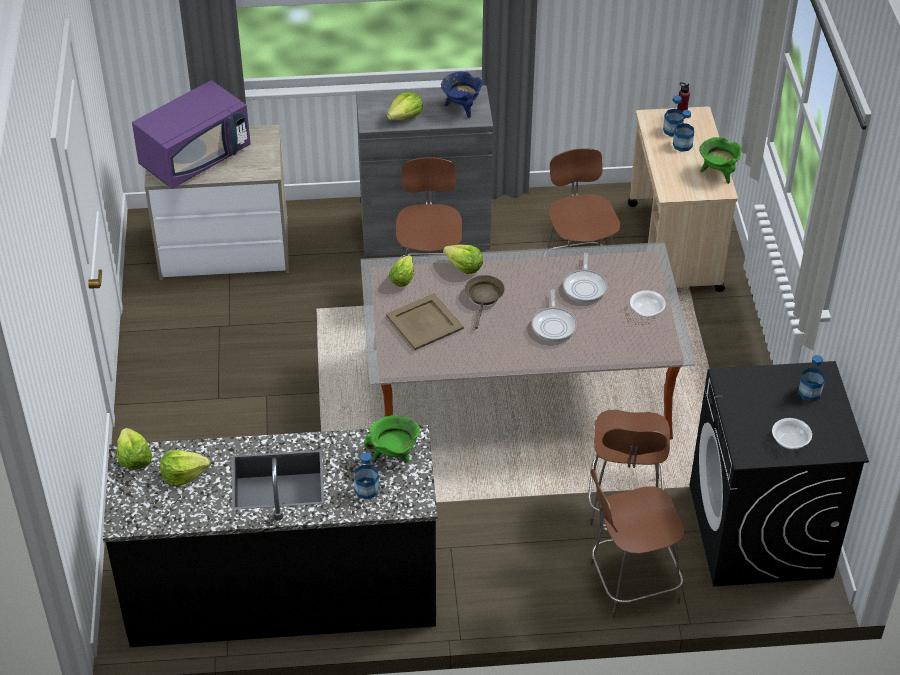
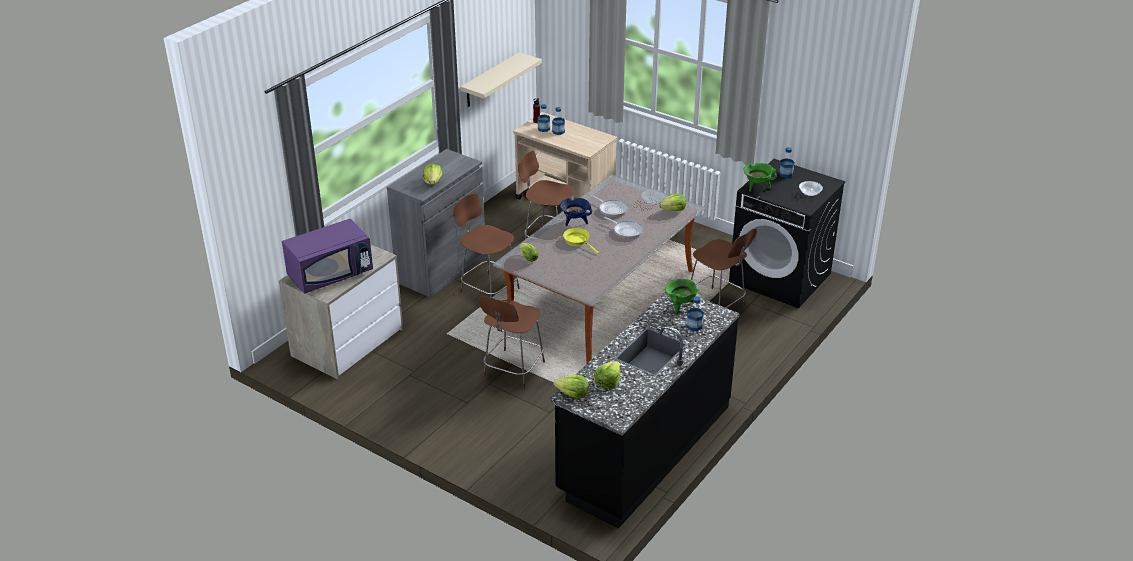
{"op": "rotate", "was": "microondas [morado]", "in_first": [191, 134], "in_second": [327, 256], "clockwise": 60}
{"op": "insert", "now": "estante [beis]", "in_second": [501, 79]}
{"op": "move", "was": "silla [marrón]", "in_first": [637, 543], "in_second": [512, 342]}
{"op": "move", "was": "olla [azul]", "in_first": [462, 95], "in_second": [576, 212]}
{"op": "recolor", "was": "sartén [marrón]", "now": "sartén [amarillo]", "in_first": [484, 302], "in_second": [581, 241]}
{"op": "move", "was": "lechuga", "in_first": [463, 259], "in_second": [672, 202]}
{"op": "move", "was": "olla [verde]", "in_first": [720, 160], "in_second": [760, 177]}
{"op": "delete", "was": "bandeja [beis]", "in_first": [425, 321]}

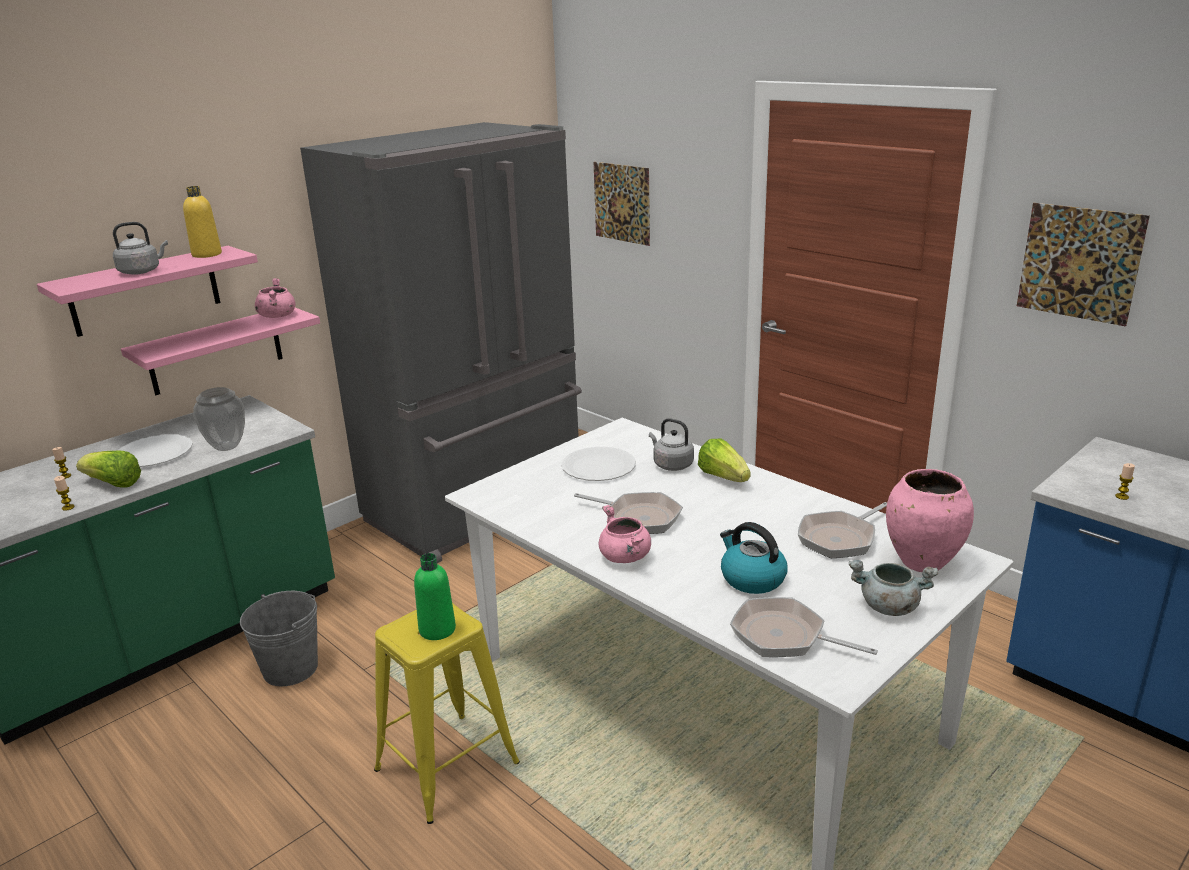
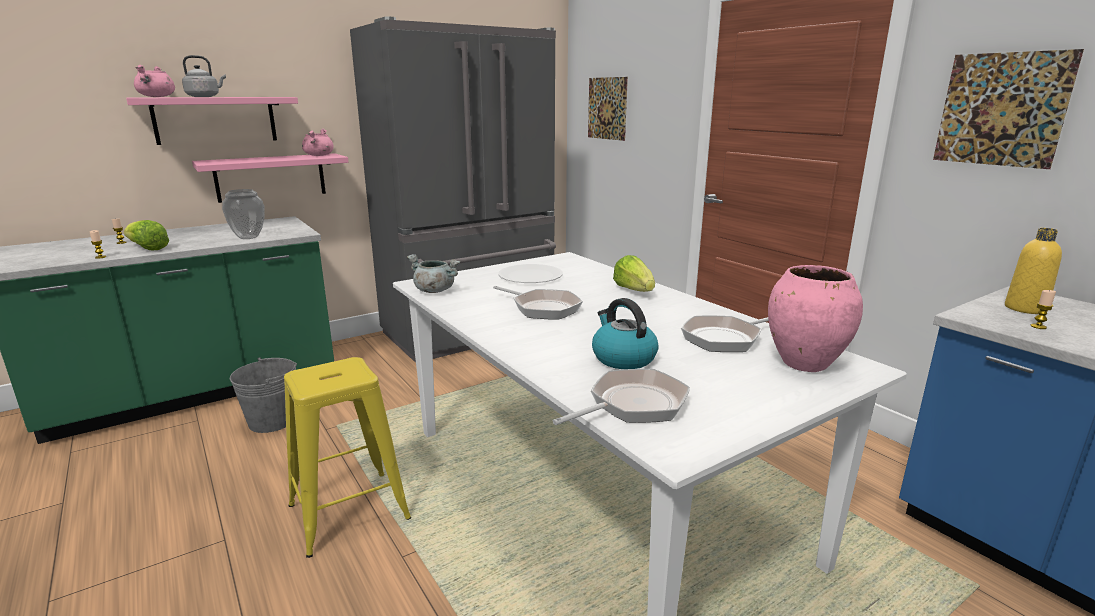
{"op": "move", "was": "olla [rosa]", "in_first": [625, 534], "in_second": [154, 81]}
{"op": "move", "was": "olla [gris]", "in_first": [893, 588], "in_second": [433, 273]}
{"op": "rotate", "was": "sartén", "in_first": [804, 627], "in_second": [621, 397], "clockwise": 105}
{"op": "move", "was": "botella [amarillo]", "in_first": [202, 222], "in_second": [1033, 271]}
{"op": "delete", "was": "plato [blanco]", "in_first": [155, 450]}
{"op": "delete", "was": "botella [verde]", "in_first": [435, 596]}
{"op": "delete", "was": "hervidor [gris]", "in_first": [671, 444]}

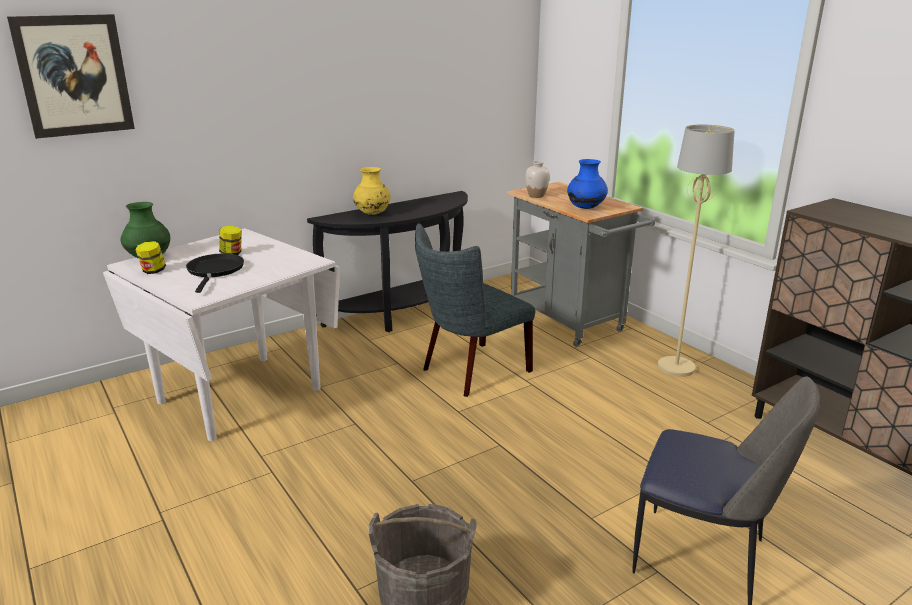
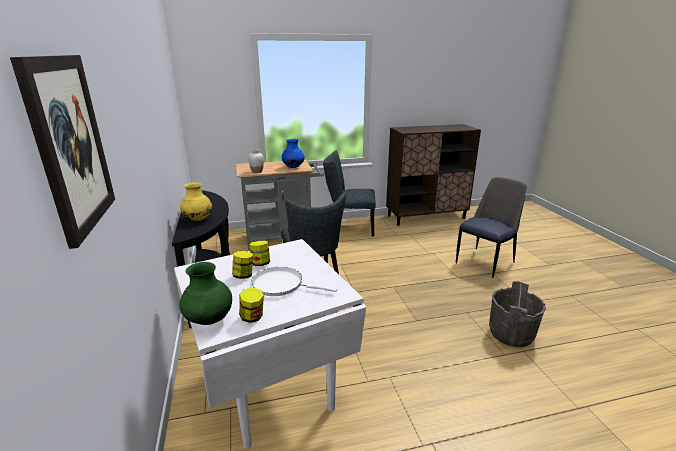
{"op": "insert", "now": "tarro", "in_second": [260, 253]}
{"op": "recolor", "was": "sartén [negro]", "now": "sartén [blanco]", "in_first": [215, 273], "in_second": [294, 281]}
{"op": "replace", "was": "lámpara de pie [beis]", "now": "silla [gris]", "in_first": [696, 251], "in_second": [349, 194]}

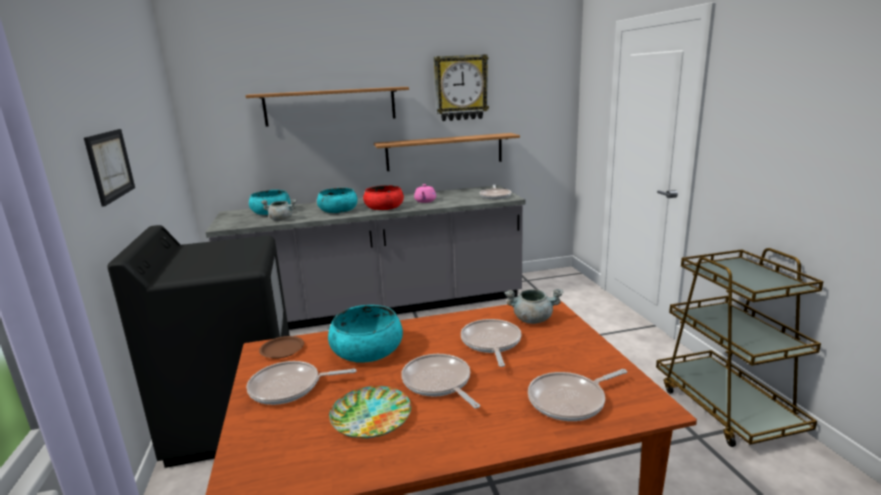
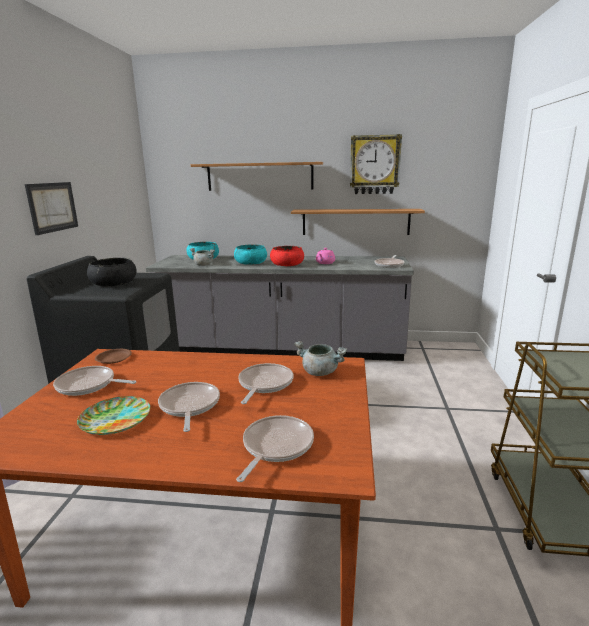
{"op": "insert", "now": "cuenco [negro]", "in_second": [112, 272]}
{"op": "rotate", "was": "sartén", "in_first": [577, 395], "in_second": [275, 448], "clockwise": 120}
{"op": "delete", "was": "cuenco [turquesa]", "in_first": [365, 334]}

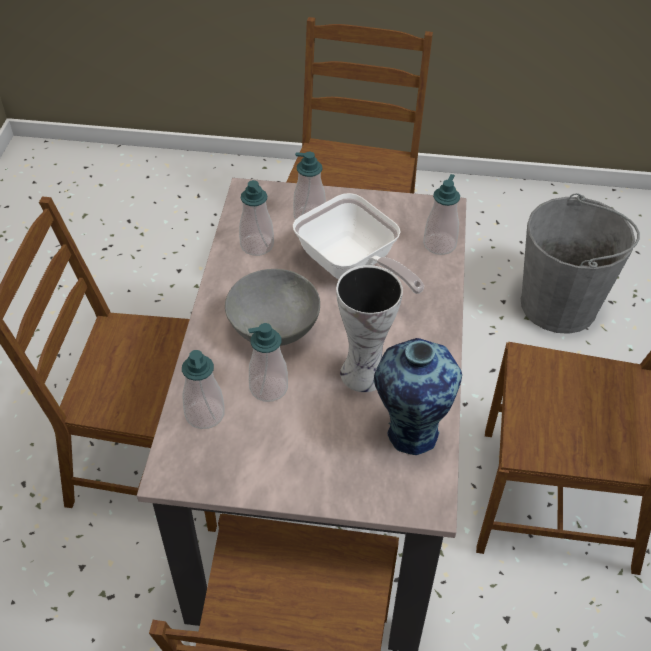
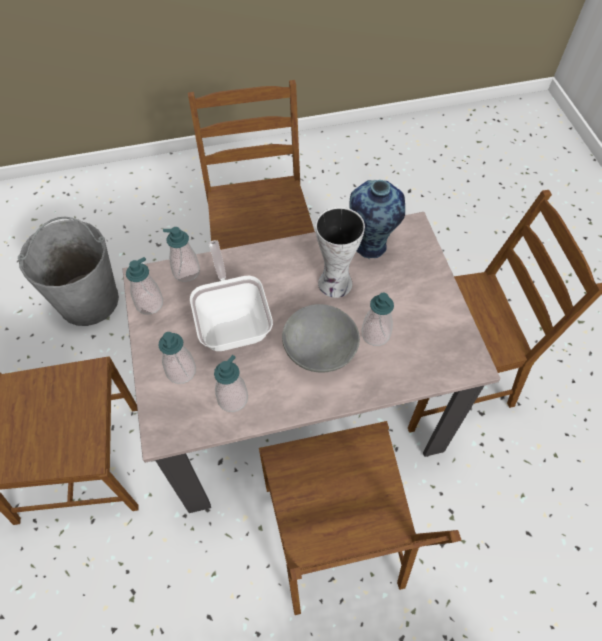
{"op": "move", "was": "dispensador de jabón", "in_first": [203, 389], "in_second": [144, 286]}
{"op": "rotate", "was": "sartén", "in_first": [358, 243], "in_second": [231, 295], "clockwise": -45}

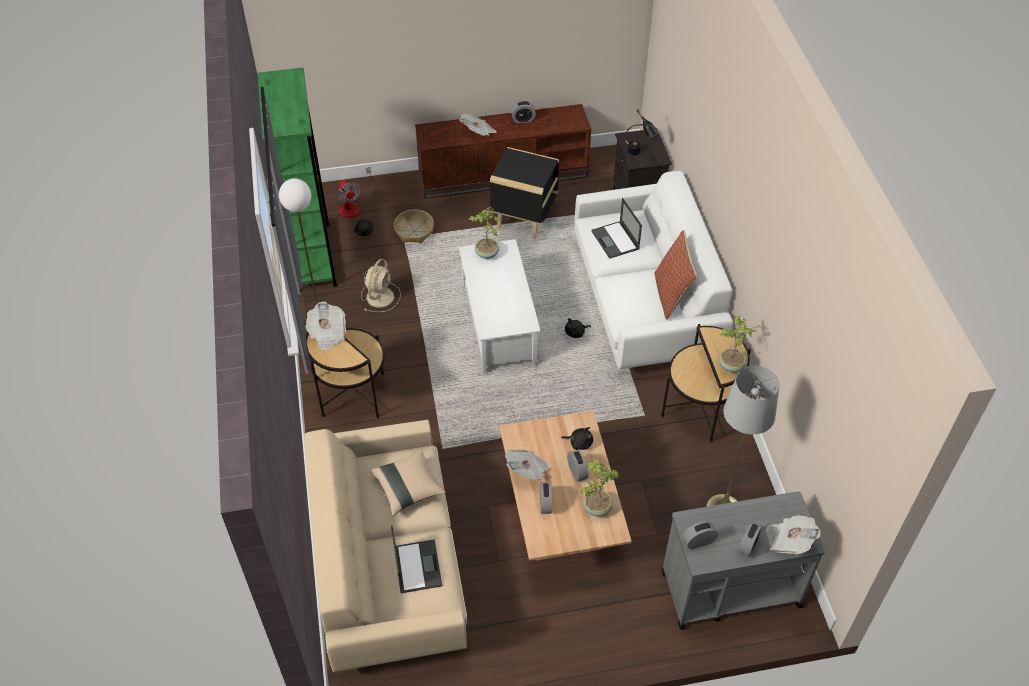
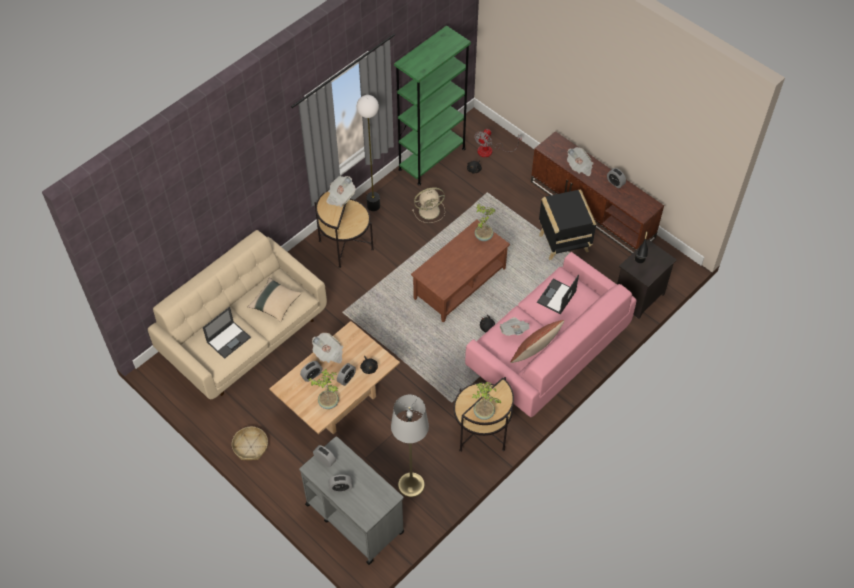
{"op": "move", "was": "cesta", "in_first": [414, 226], "in_second": [250, 443]}
{"op": "recolor", "was": "mesa de centro [blanco]", "now": "mesa de centro [marrón]", "in_first": [500, 306], "in_second": [460, 271]}
{"op": "recolor", "was": "sofá [blanco]", "now": "sofá [rosa]", "in_first": [653, 270], "in_second": [550, 334]}
{"op": "move", "was": "periódico", "in_first": [793, 534], "in_second": [515, 326]}

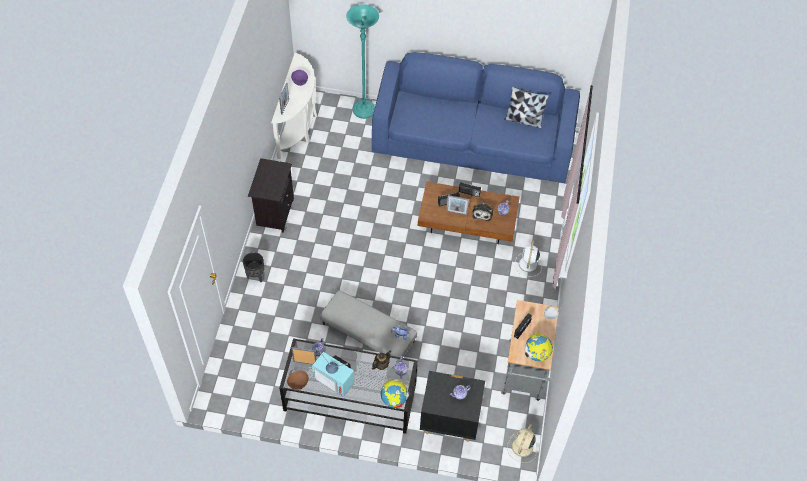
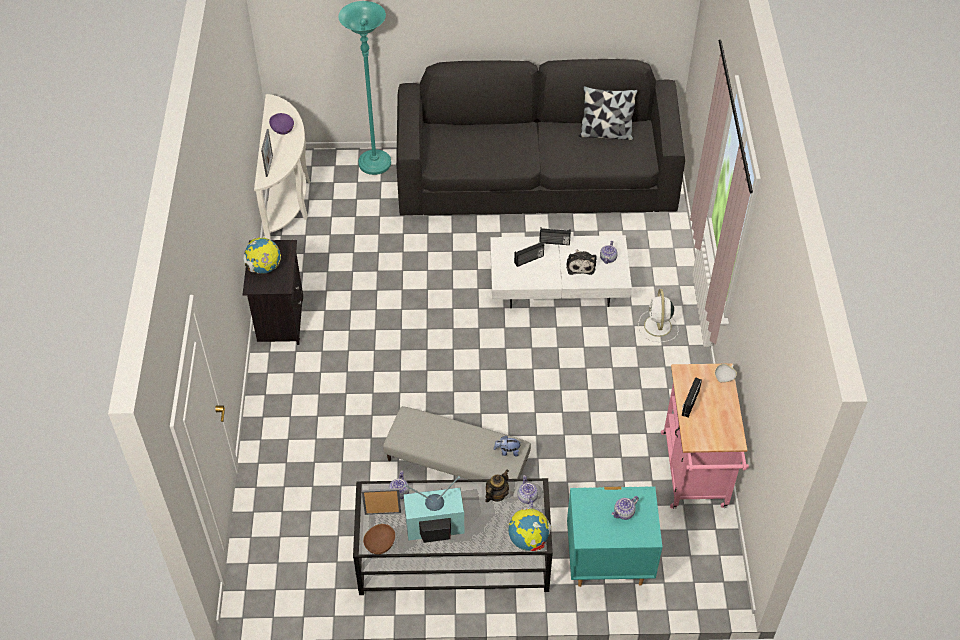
{"op": "move", "was": "globo terráqueo", "in_first": [539, 347], "in_second": [262, 255]}
{"op": "recolor", "was": "sofá [azul]", "now": "sofá [negro]", "in_first": [476, 117], "in_second": [540, 137]}
{"op": "rotate", "was": "televisor", "in_first": [333, 372], "in_second": [434, 509], "clockwise": 150}
{"op": "recolor", "was": "mesa de centro [marrón]", "now": "mesa de centro [blanco]", "in_first": [469, 212], "in_second": [561, 272]}
{"op": "recolor", "was": "mesita de noche [negro]", "now": "mesita de noche [turquesa]", "in_first": [452, 406], "in_second": [614, 536]}
{"op": "recolor", "was": "carrito [gris]", "now": "carrito [rosa]", "in_first": [530, 350], "in_second": [705, 436]}
{"op": "delete", "was": "maceta [negro]", "in_first": [253, 267]}
{"op": "delete", "was": "portarretratos", "in_first": [457, 205]}
{"op": "delete", "was": "ventilador [beis]", "in_first": [522, 443]}

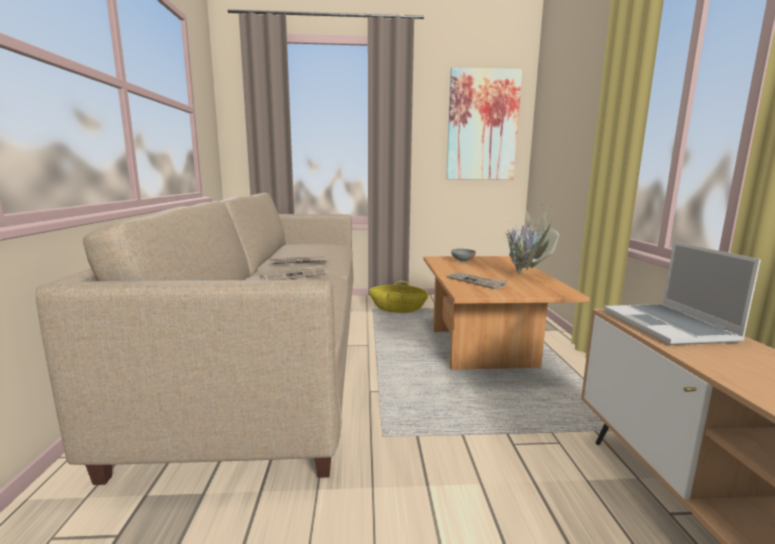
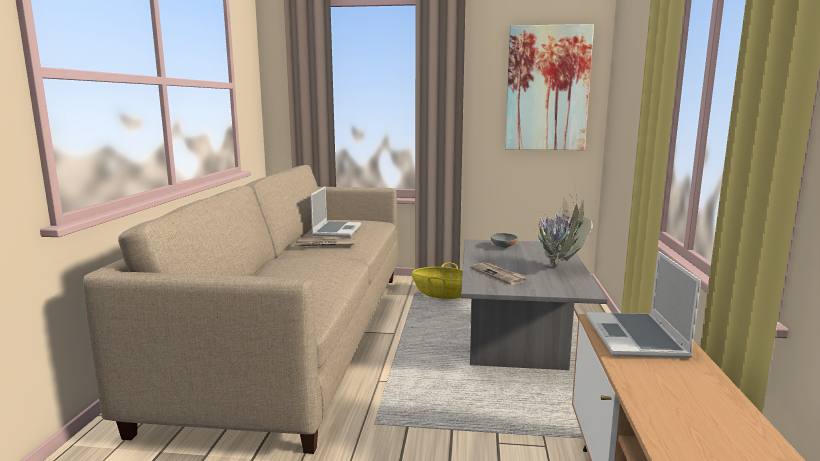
{"op": "insert", "now": "portátil", "in_second": [335, 211]}
{"op": "recolor", "was": "mesa de centro [marrón]", "now": "mesa de centro [gris]", "in_first": [506, 313], "in_second": [534, 304]}
{"op": "delete", "was": "periódico", "in_first": [294, 272]}

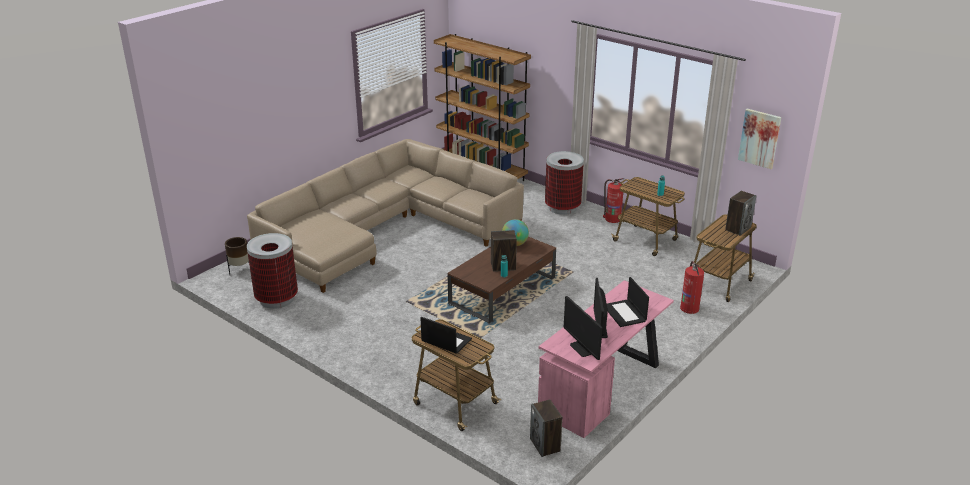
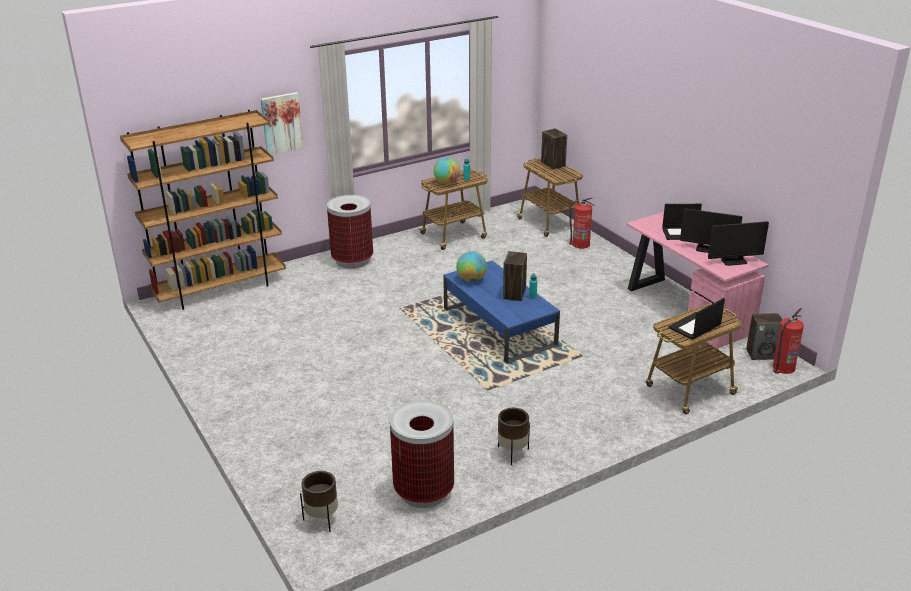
{"op": "move", "was": "cuadro", "in_first": [759, 139], "in_second": [282, 123]}
{"op": "insert", "now": "globo terráqueo", "in_second": [446, 170]}
{"op": "recolor", "was": "mesa de centro [marrón]", "now": "mesa de centro [azul]", "in_first": [501, 280], "in_second": [501, 312]}
{"op": "insert", "now": "maceta [marrón]", "in_second": [514, 436]}
{"op": "move", "was": "extintor", "in_first": [613, 200], "in_second": [788, 341]}
{"op": "delete", "was": "sofá [beis]", "in_first": [385, 216]}

